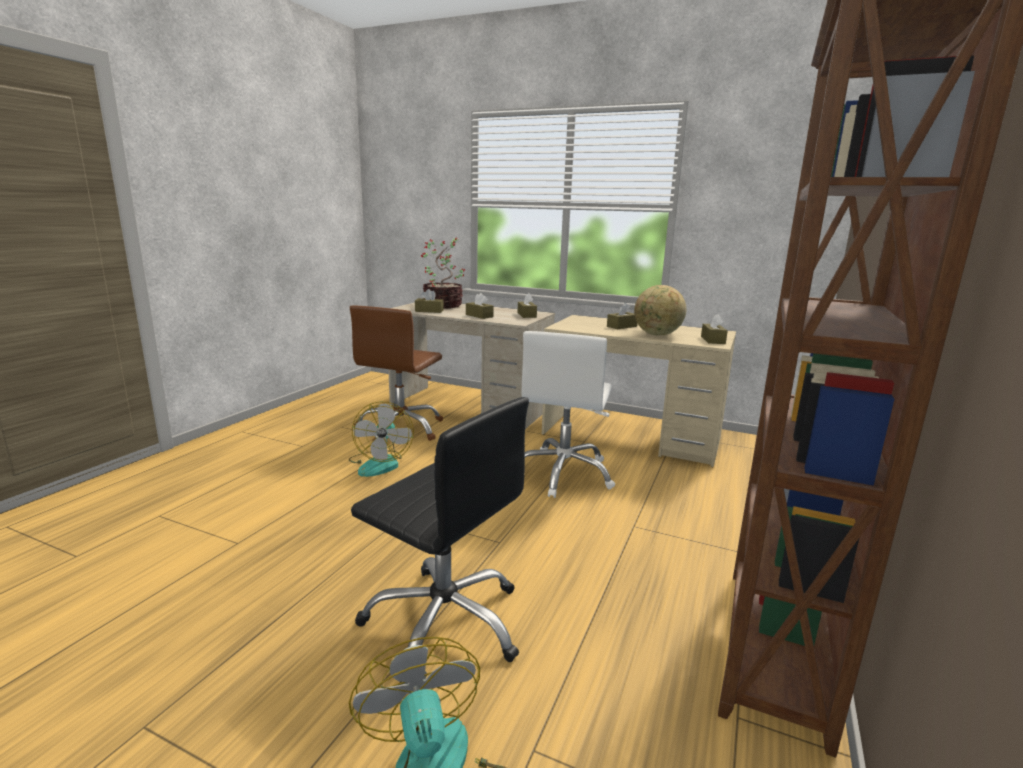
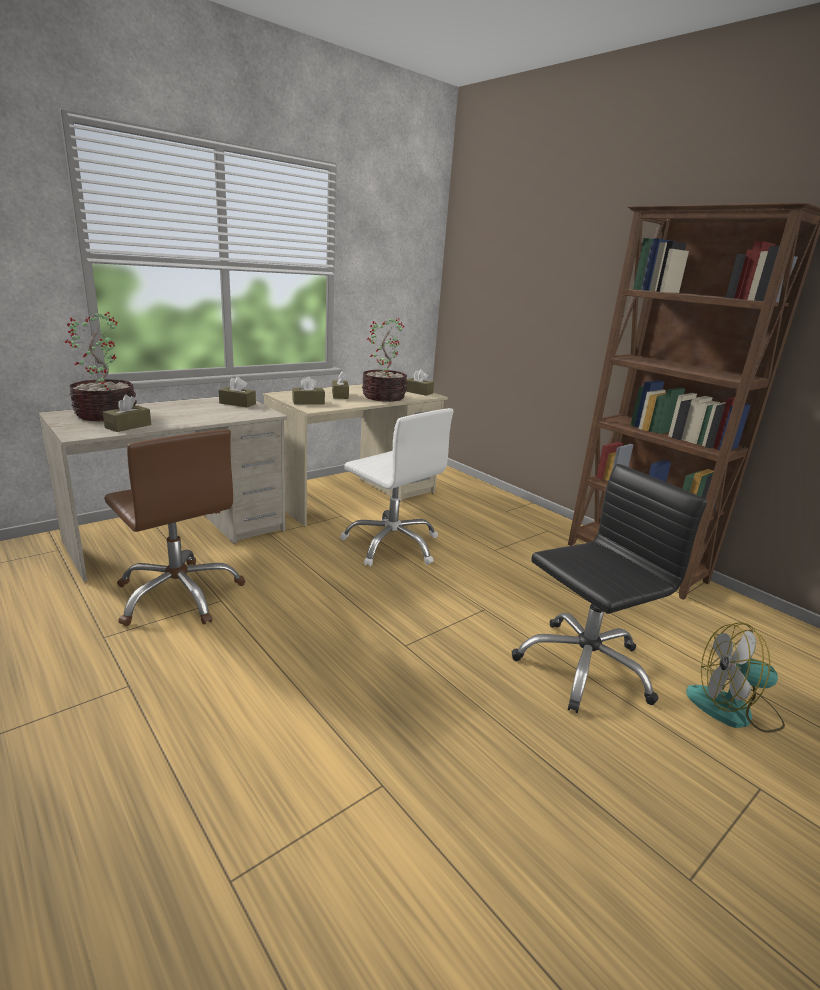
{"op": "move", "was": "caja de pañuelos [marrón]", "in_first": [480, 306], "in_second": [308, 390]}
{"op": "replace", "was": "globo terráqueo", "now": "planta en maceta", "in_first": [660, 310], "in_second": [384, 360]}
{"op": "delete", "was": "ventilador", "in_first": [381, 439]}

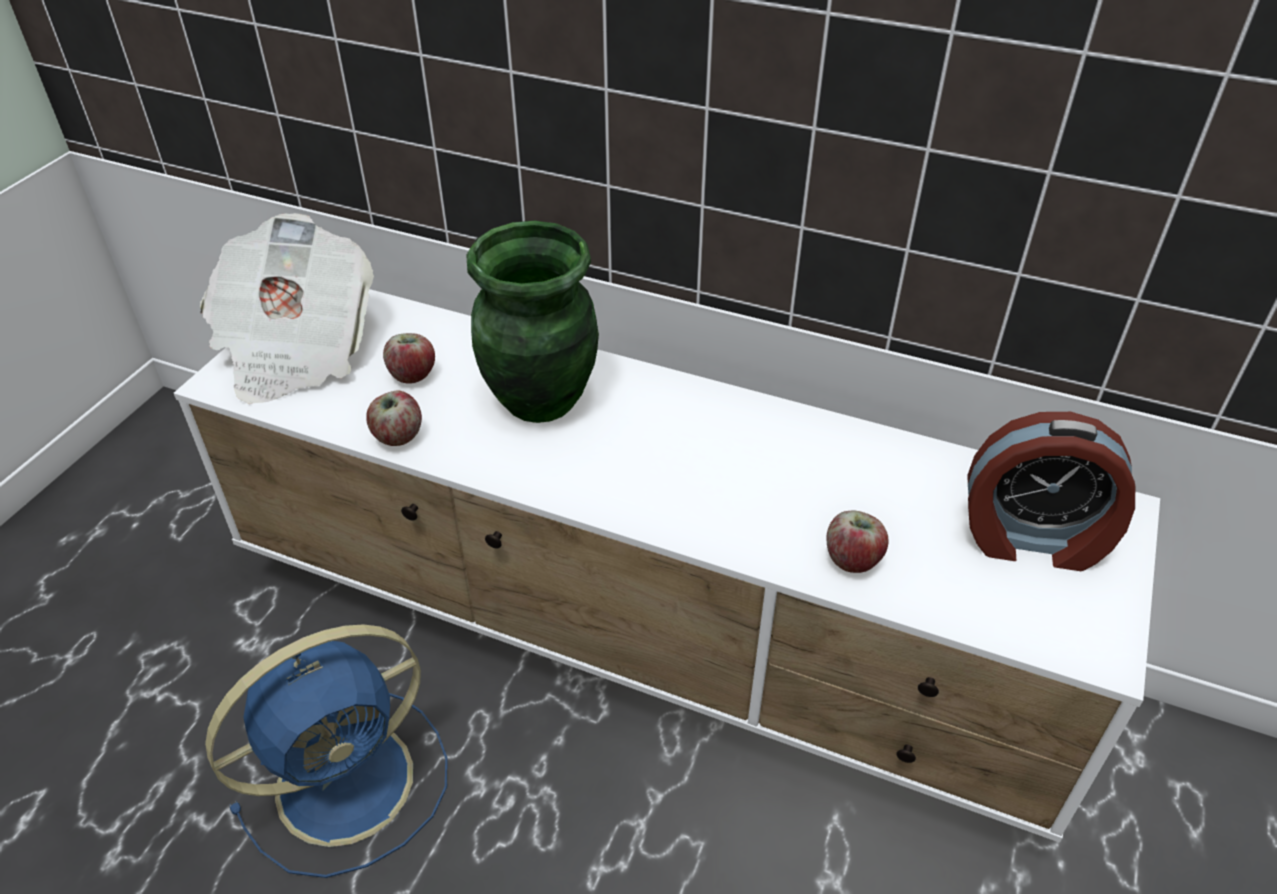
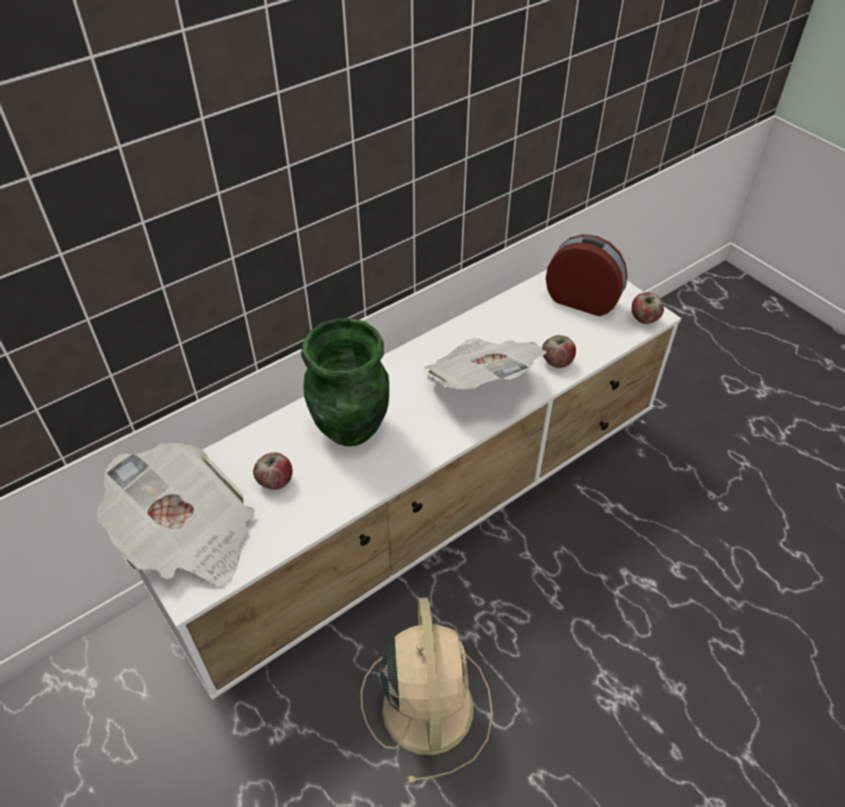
{"op": "recolor", "was": "ventilador [azul]", "now": "ventilador [beis]", "in_first": [326, 751], "in_second": [427, 690]}
{"op": "insert", "now": "periódico", "in_second": [485, 363]}
{"op": "rotate", "was": "despertador", "in_first": [1051, 491], "in_second": [587, 275], "clockwise": -105}
{"op": "move", "was": "manzana", "in_first": [394, 418], "in_second": [648, 308]}

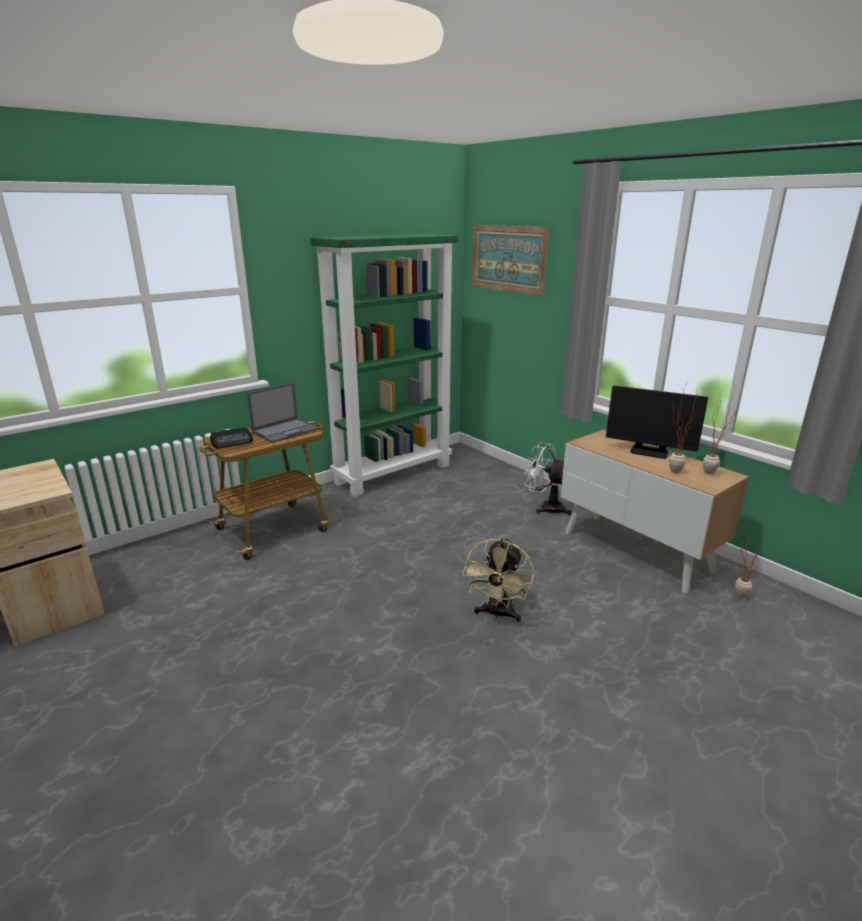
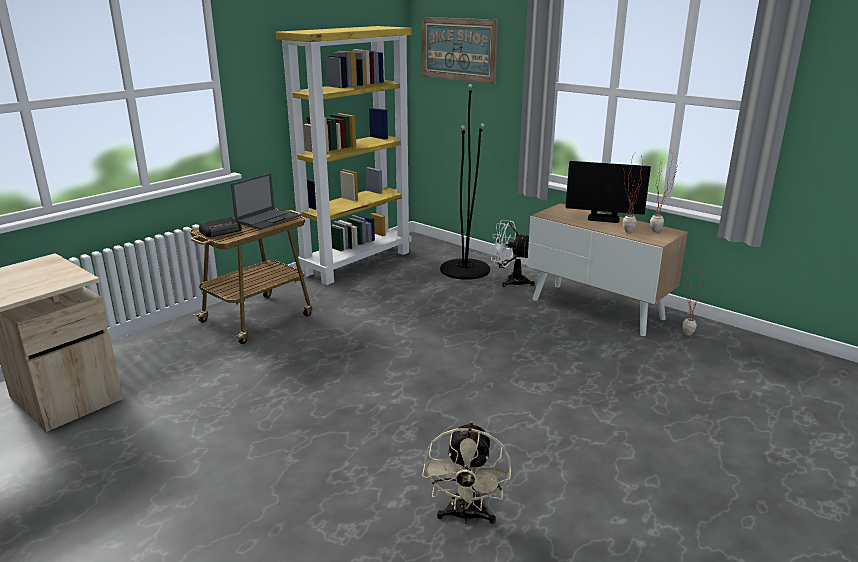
{"op": "recolor", "was": "estantería [verde]", "now": "estantería [amarillo]", "in_first": [384, 365], "in_second": [344, 155]}
{"op": "move", "was": "ventilador [beis]", "in_first": [498, 580], "in_second": [466, 473]}
{"op": "insert", "now": "lámpara de pie [negro]", "in_second": [465, 182]}

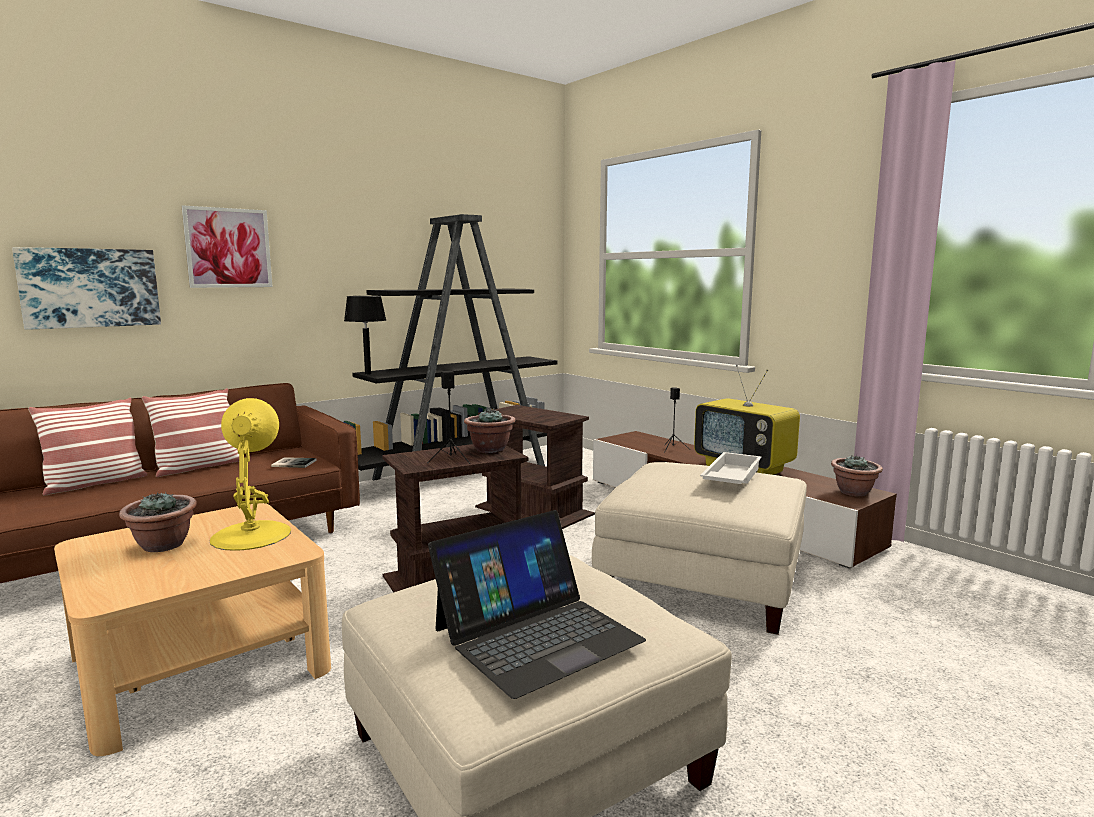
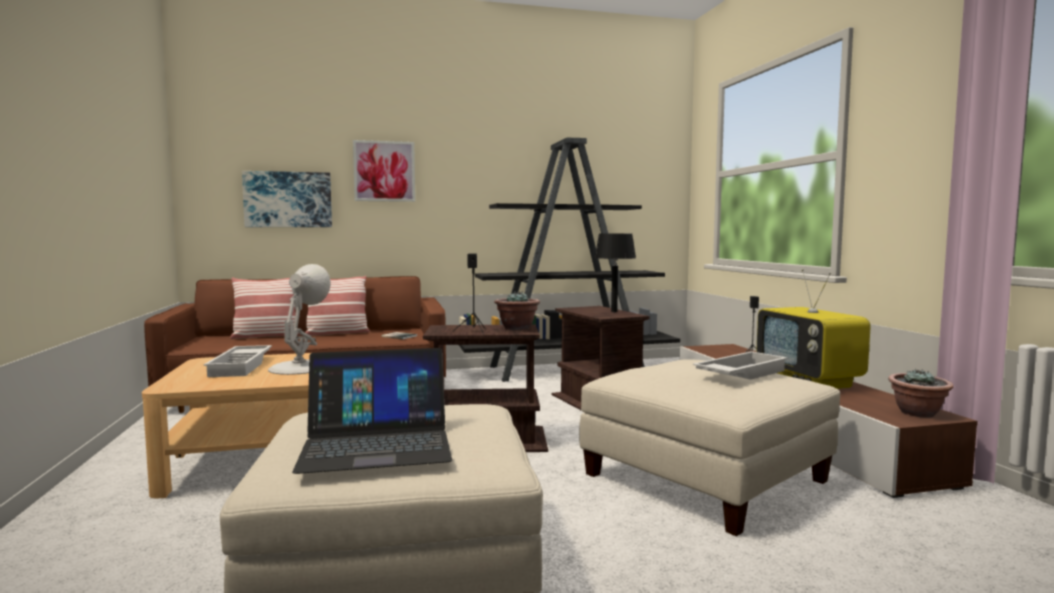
{"op": "replace", "was": "planta en maceta", "now": "bandeja [blanco]", "in_first": [158, 522], "in_second": [237, 361]}
{"op": "recolor", "was": "lámpara de mesa [amarillo]", "now": "lámpara de mesa [blanco]", "in_first": [250, 474], "in_second": [299, 319]}
{"op": "move", "was": "lámpara de mesa [negro]", "in_first": [365, 335], "in_second": [615, 272]}

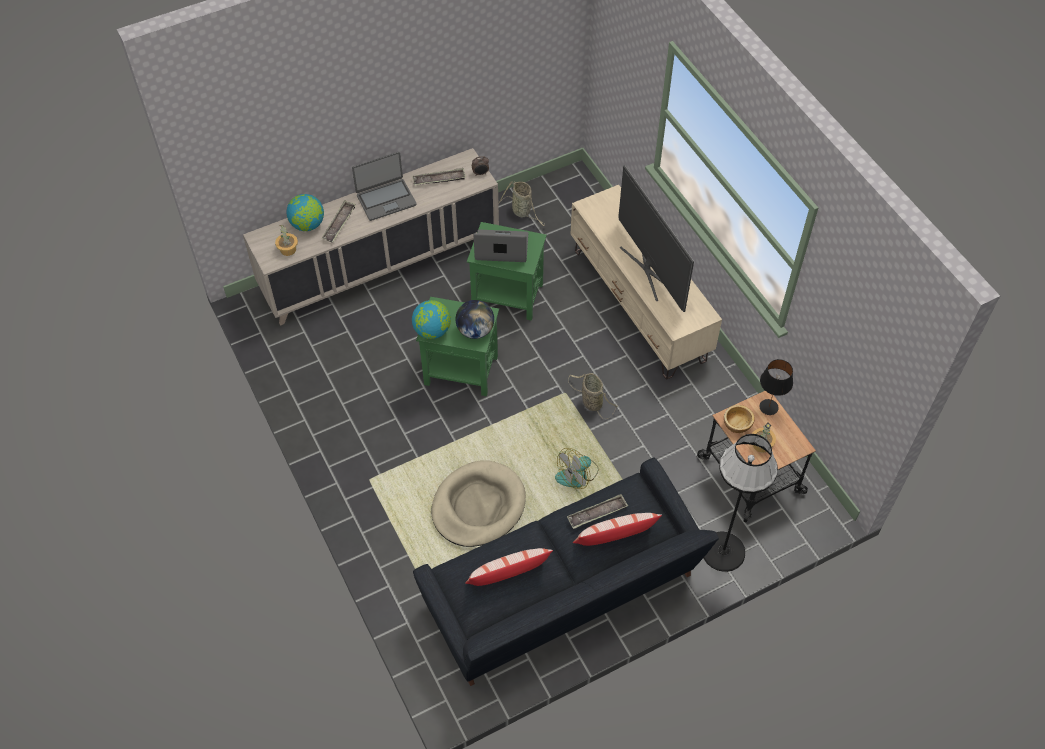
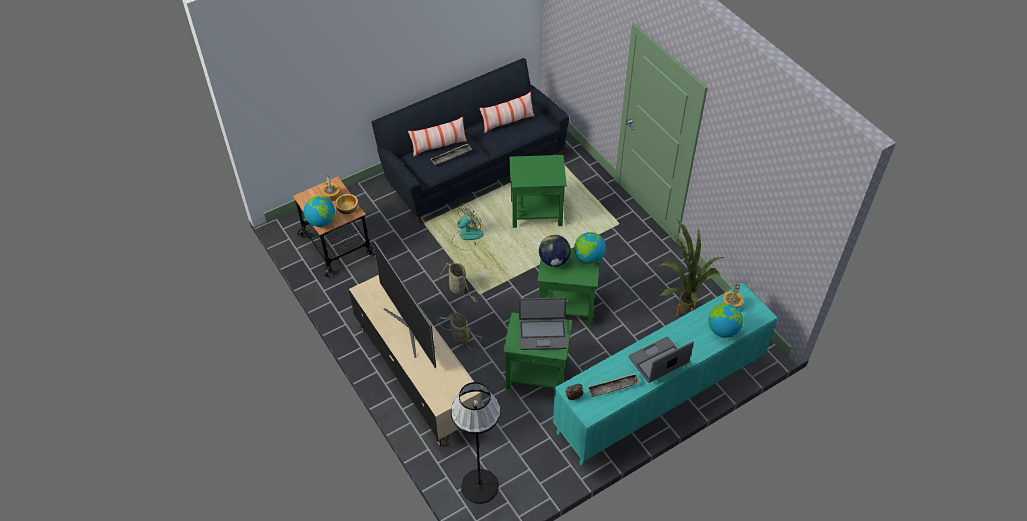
{"op": "replace", "was": "lámpara de mesa [negro]", "now": "globo terráqueo", "in_first": [776, 387], "in_second": [319, 211]}
{"op": "move", "was": "cesta", "in_first": [522, 203], "in_second": [460, 331]}
{"op": "move", "was": "lámpara de pie [negro]", "in_first": [741, 503], "in_second": [476, 443]}
{"op": "replace", "was": "cama para perro [beis]", "now": "mesa auxiliar [verde]", "in_first": [479, 503], "in_second": [538, 191]}
{"op": "recolor", "was": "armario [beis]", "now": "armario [turquesa]", "in_first": [371, 237], "in_second": [665, 374]}
{"op": "insert", "now": "planta en maceta", "in_second": [692, 267]}
{"op": "delete", "was": "bandeja", "in_first": [339, 221]}

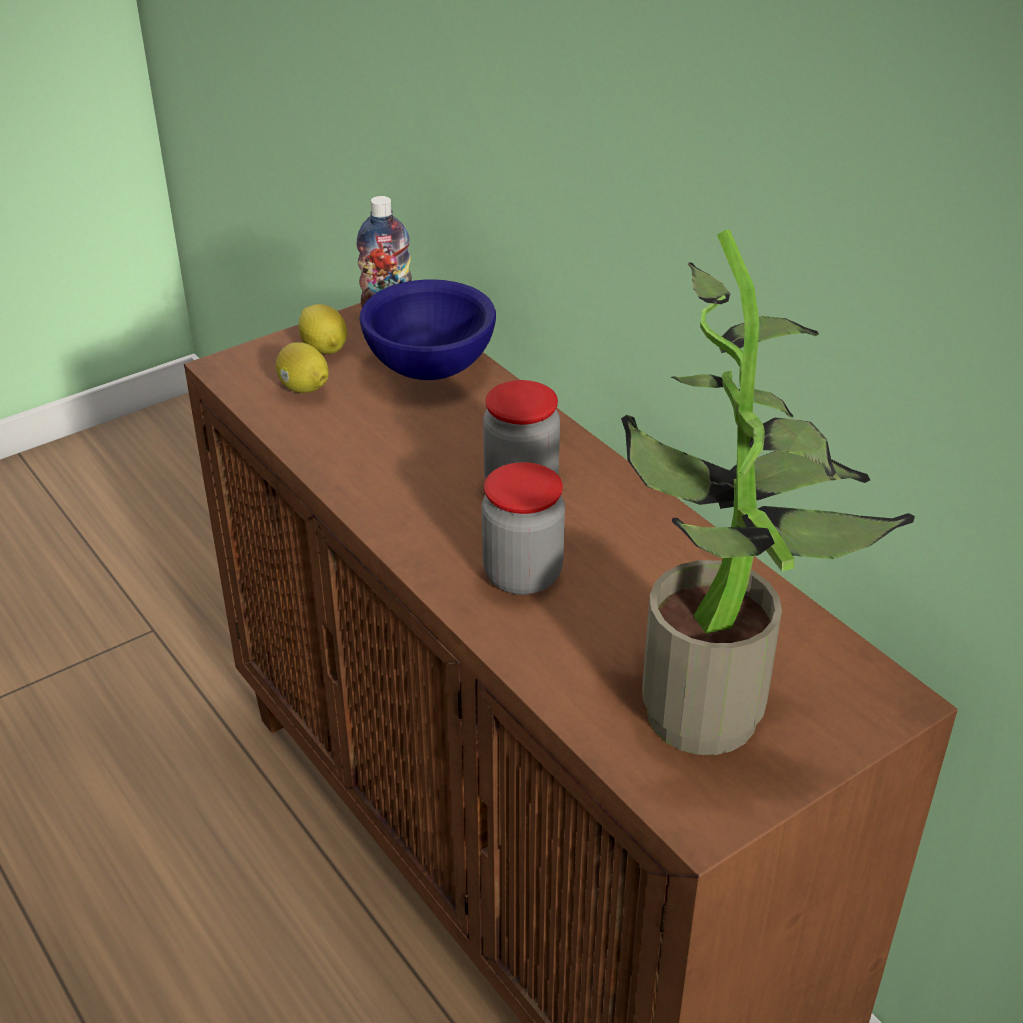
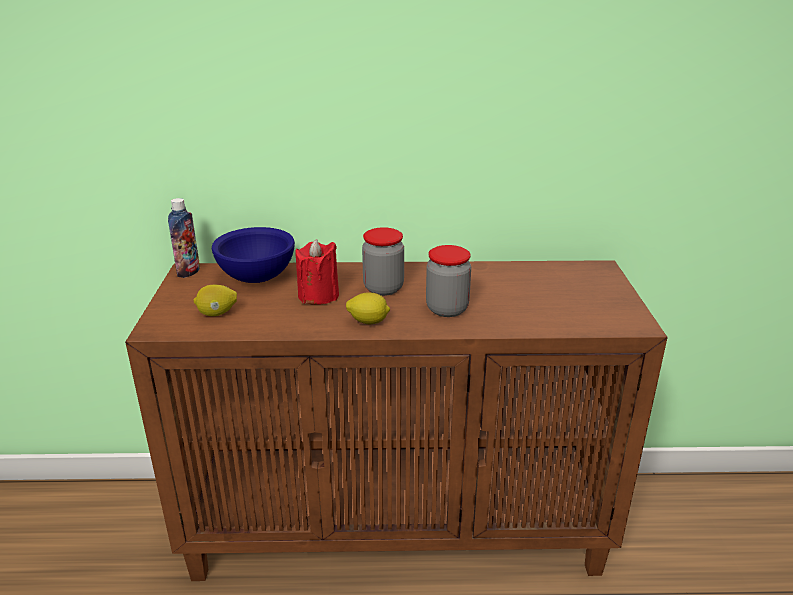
{"op": "insert", "now": "vela [rojo]", "in_second": [317, 271]}
{"op": "move", "was": "limón", "in_first": [323, 329], "in_second": [368, 308]}
{"op": "delete", "was": "planta en maceta", "in_first": [768, 492]}

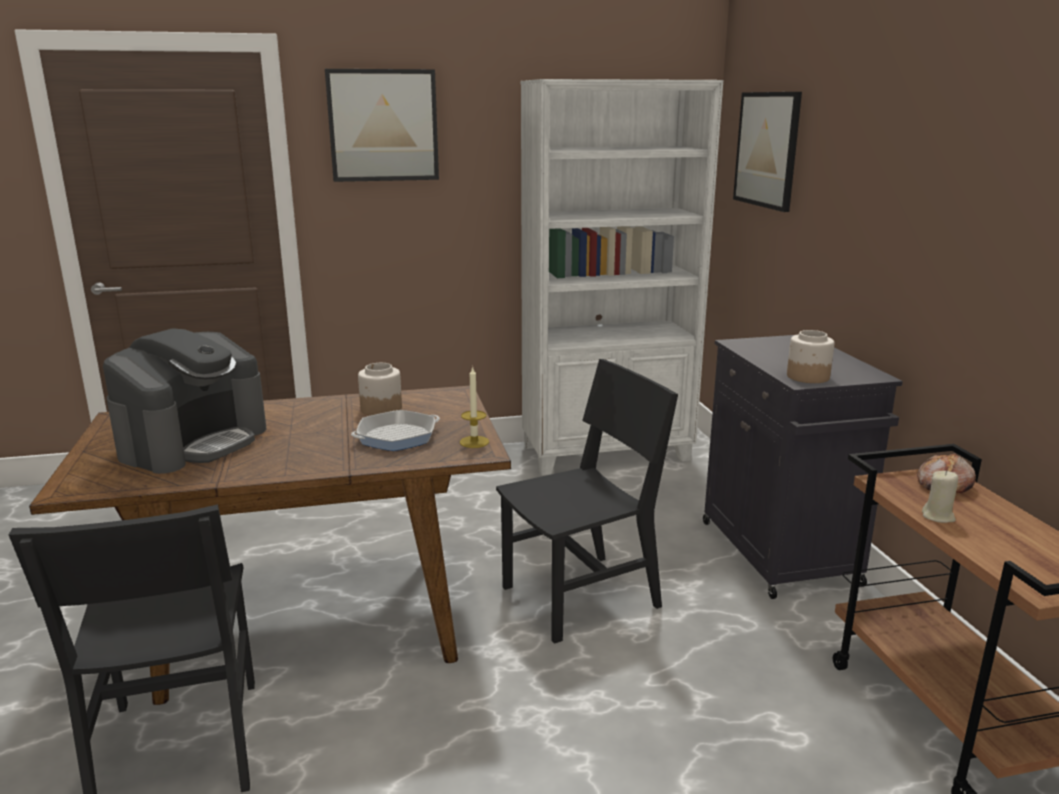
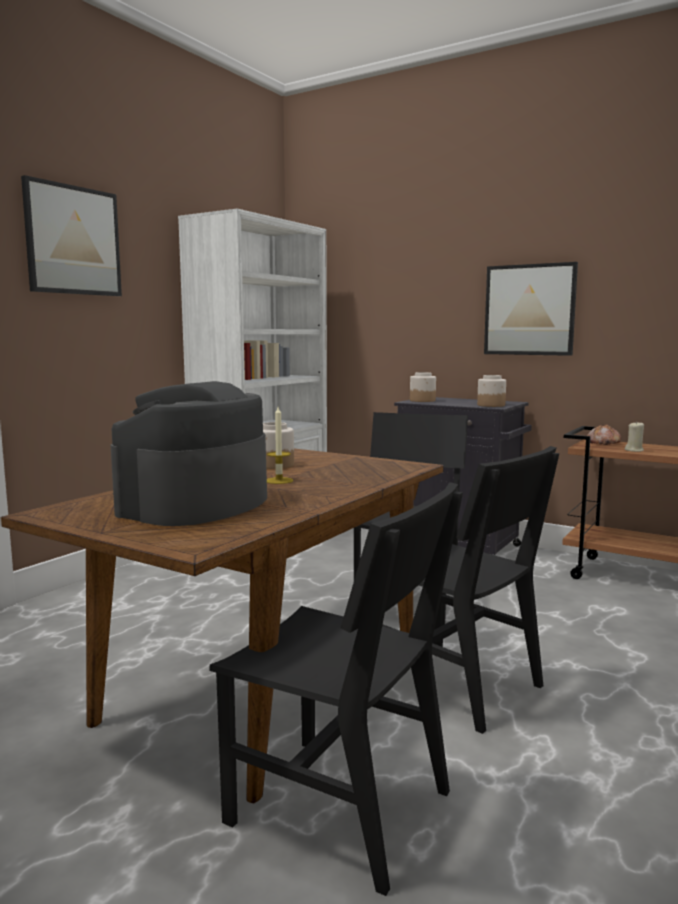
{"op": "rotate", "was": "cafetera", "in_first": [185, 401], "in_second": [189, 453], "clockwise": -135}
{"op": "move", "was": "vela", "in_first": [474, 407], "in_second": [280, 445]}
{"op": "insert", "now": "silla [negro]", "in_second": [470, 590]}
{"op": "insert", "now": "tarro", "in_second": [423, 387]}
{"op": "move", "was": "cuadro", "in_first": [767, 152], "in_second": [531, 309]}
{"op": "delete", "was": "sartén", "in_first": [395, 430]}

